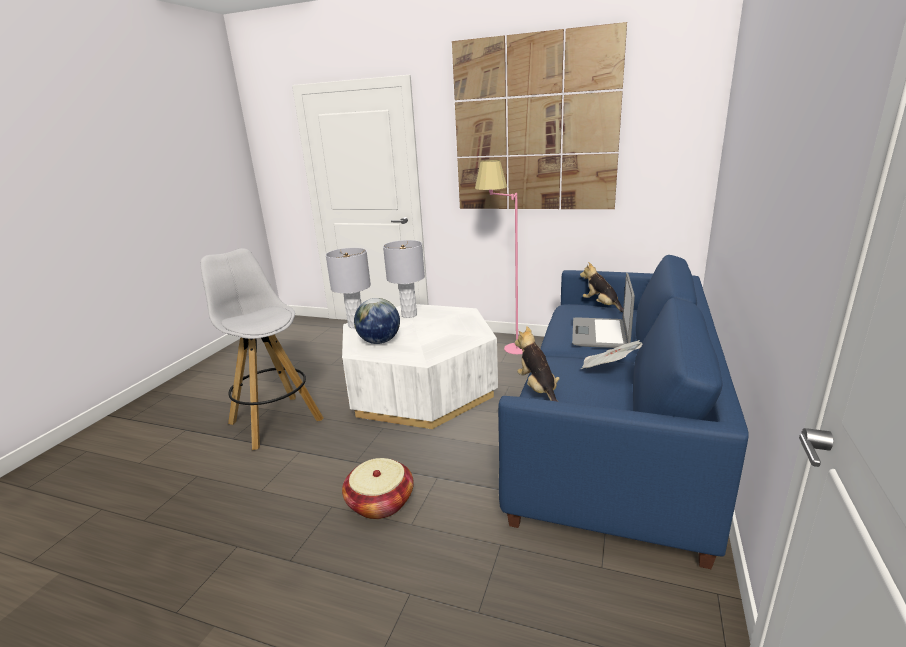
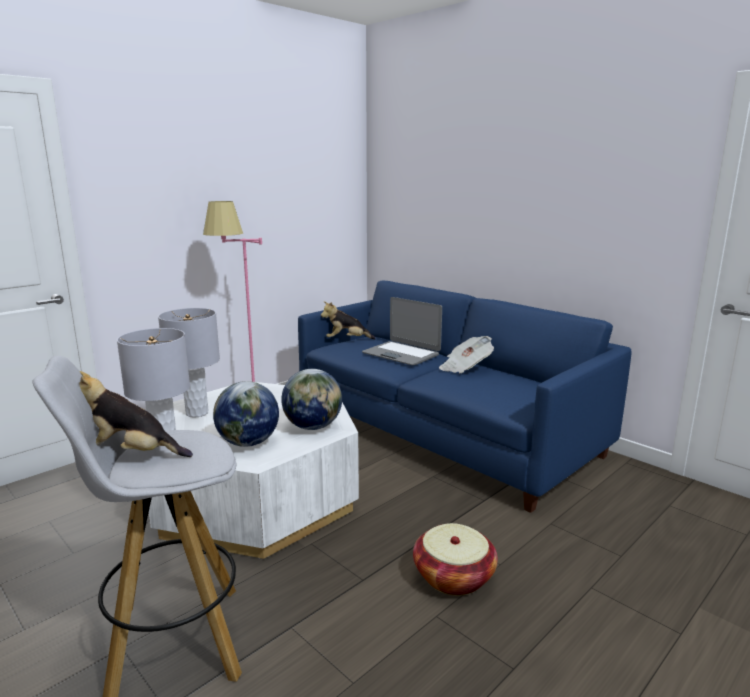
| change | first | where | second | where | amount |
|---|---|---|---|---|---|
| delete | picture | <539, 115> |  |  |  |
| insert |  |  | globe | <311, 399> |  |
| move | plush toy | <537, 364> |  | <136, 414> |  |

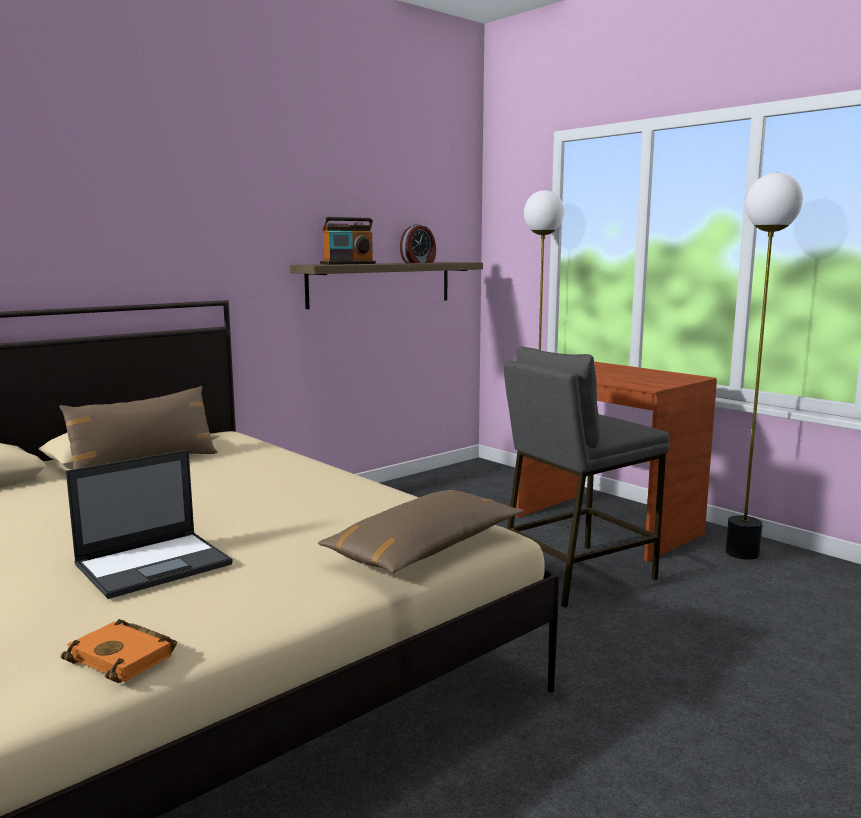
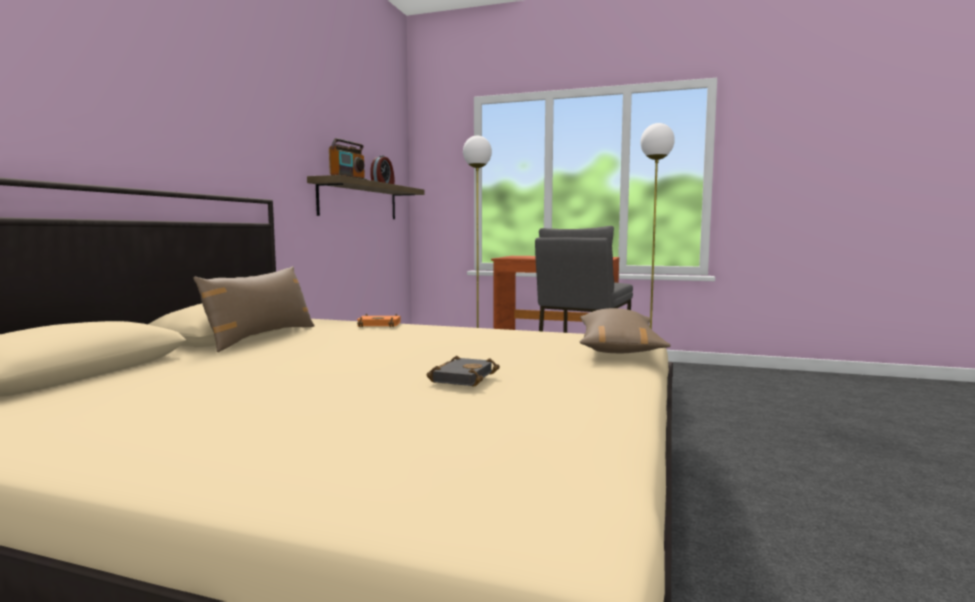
| change | first | where | second | where | amount |
|---|---|---|---|---|---|
| move | orange book | <119, 651> |  | <379, 320> |  |
| replace | laptop | <149, 524> | black book | <463, 371> |  |

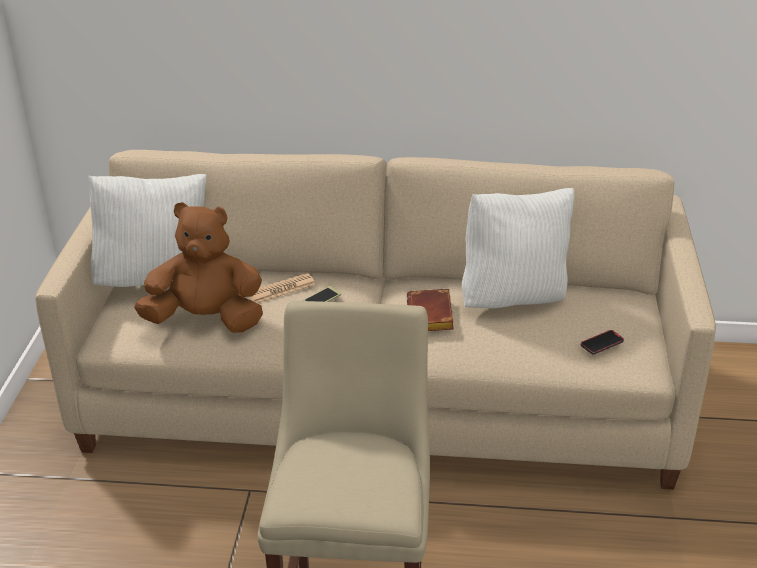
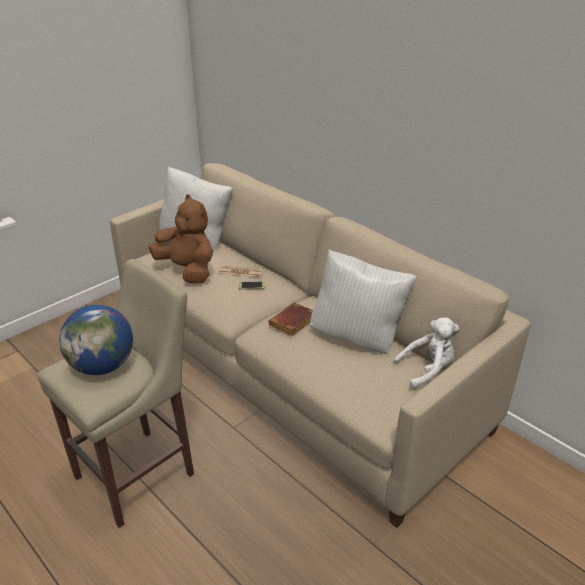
| change | first | where | second | where | amount |
|---|---|---|---|---|---|
| delete | phone | <602, 342> |  |  |  |
| insert |  |  | globe | <96, 340> |  |
| insert |  |  | white plush toy | <426, 353> |  |

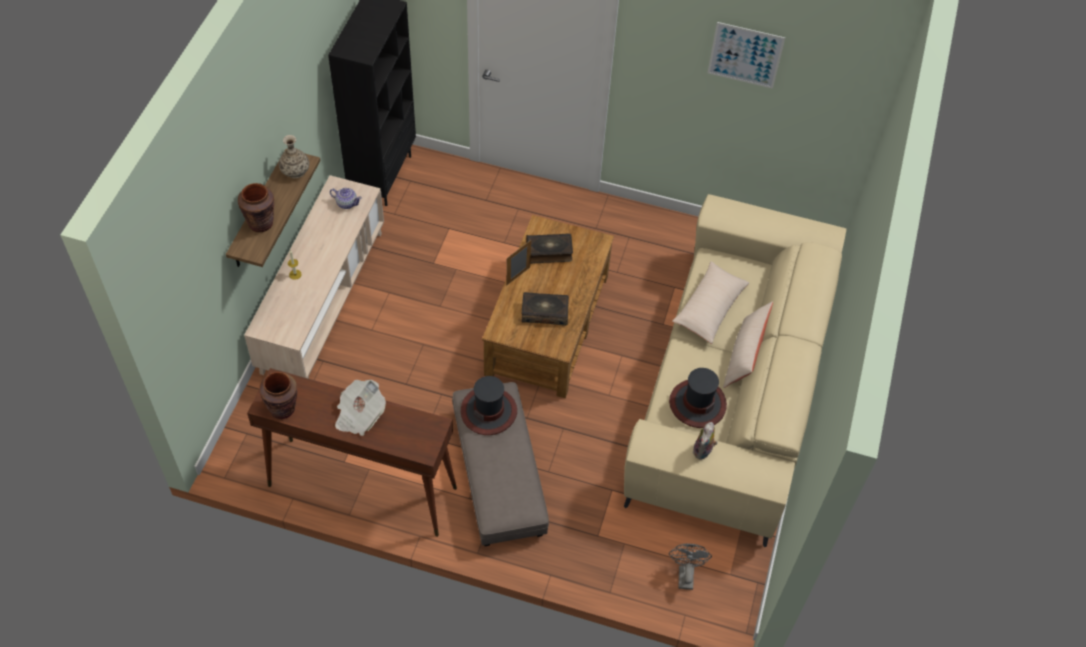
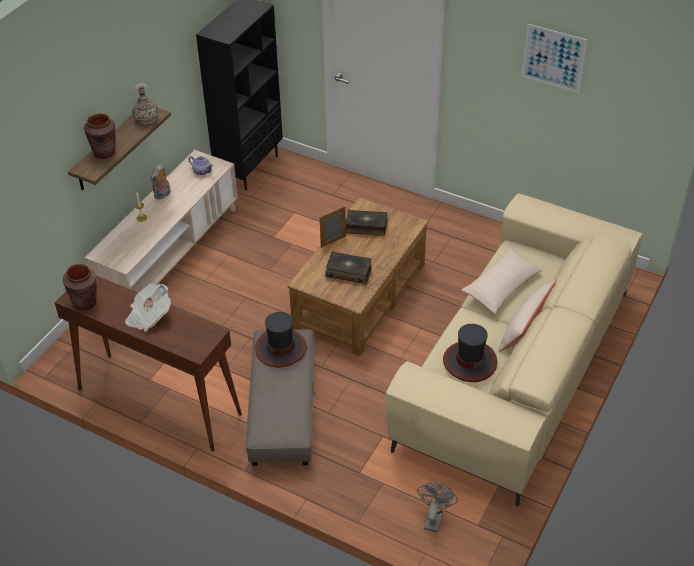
| change | first | where | second | where | amount |
|---|---|---|---|---|---|
| move | plush toy | <705, 441> |  | <160, 182> |  |

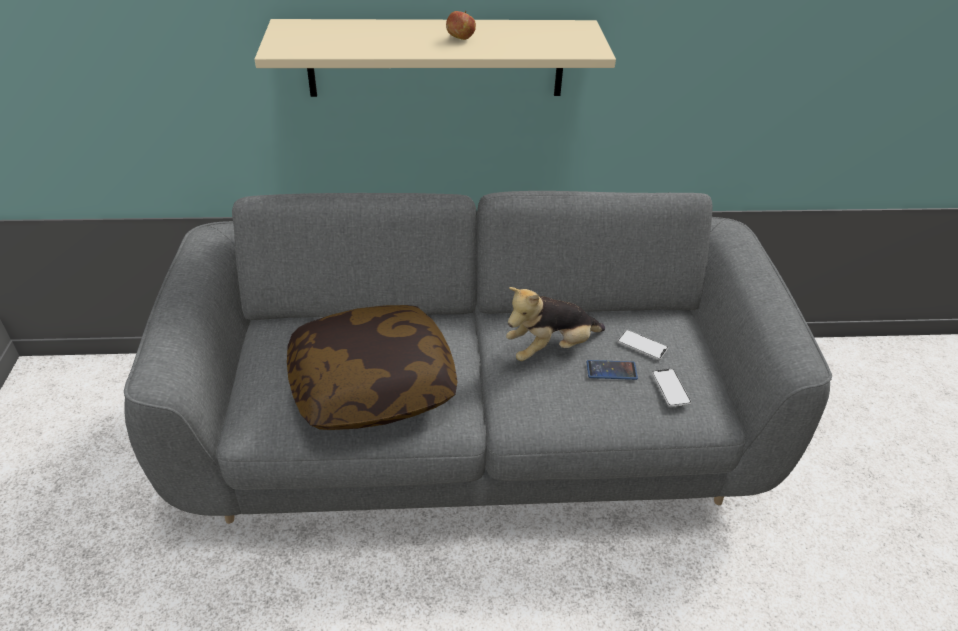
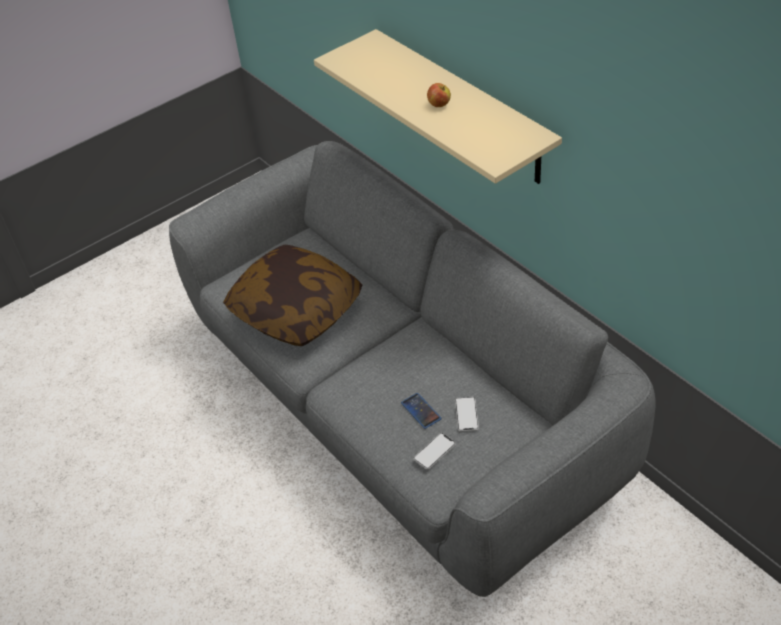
| change | first | where | second | where | amount |
|---|---|---|---|---|---|
| delete | plush toy | <555, 324> |  |  |  |

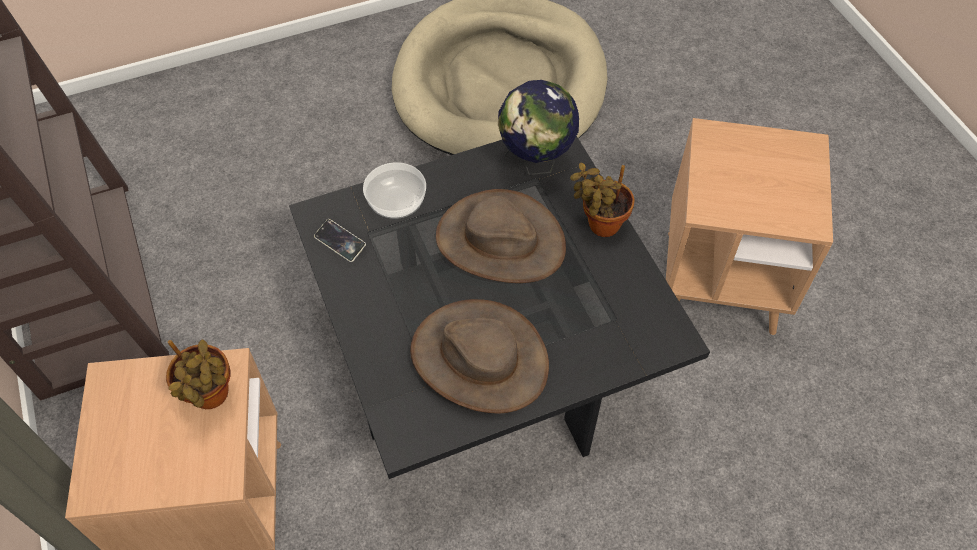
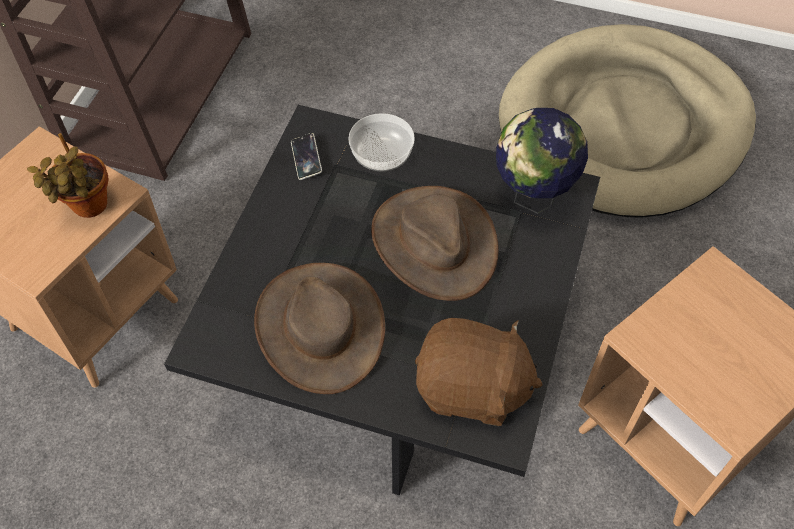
| change | first | where | second | where | amount |
|---|---|---|---|---|---|
| delete | potted plant | <602, 199> |  |  |  |
| insert |  |  | brown plush toy | <479, 372> |  |

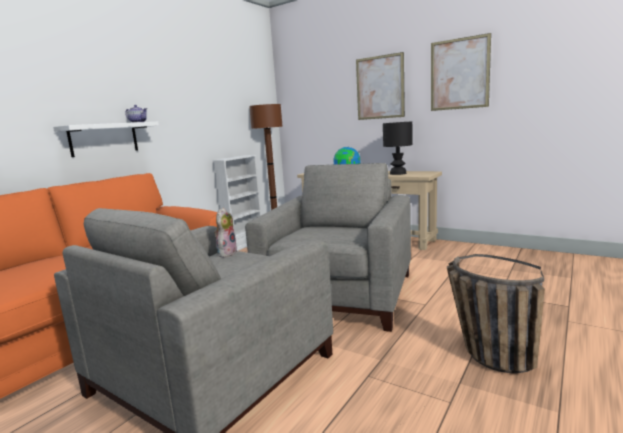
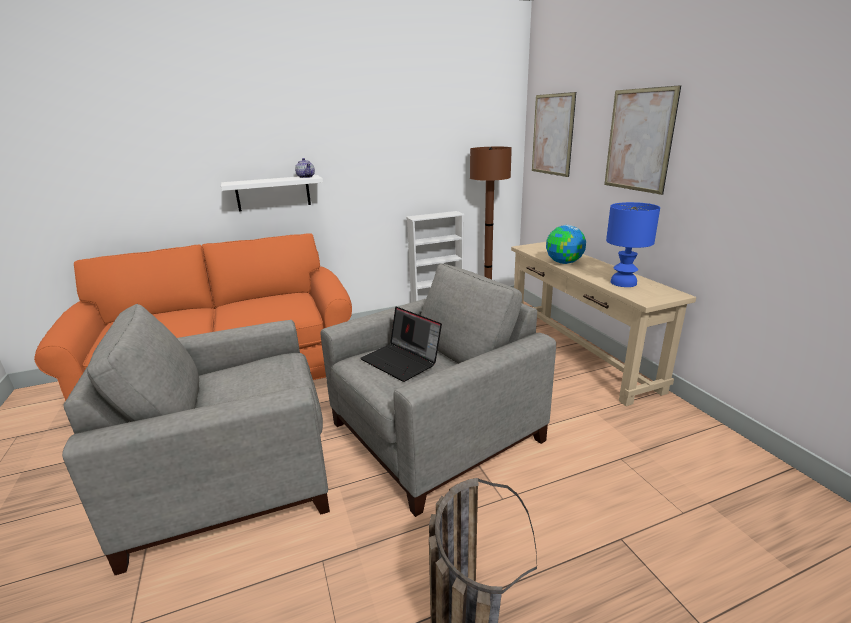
| change | first | where | second | where | amount |
|---|---|---|---|---|---|
| delete | plush toy | <226, 232> |  |  |  |
| insert |  |  | laptop | <401, 344> |  |
| move | picture | <461, 72> |  | <554, 134> |  |
| recolor | black table lamp | <398, 148> | blue table lamp | <633, 244> |  |

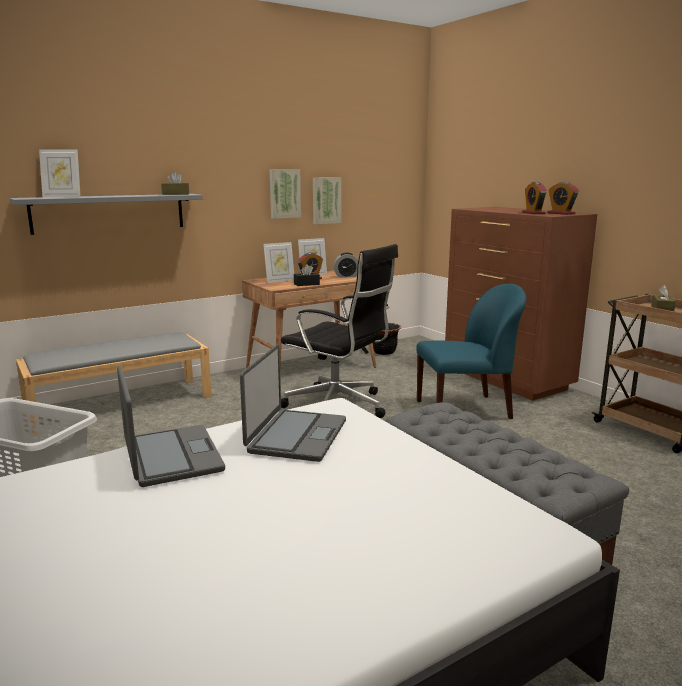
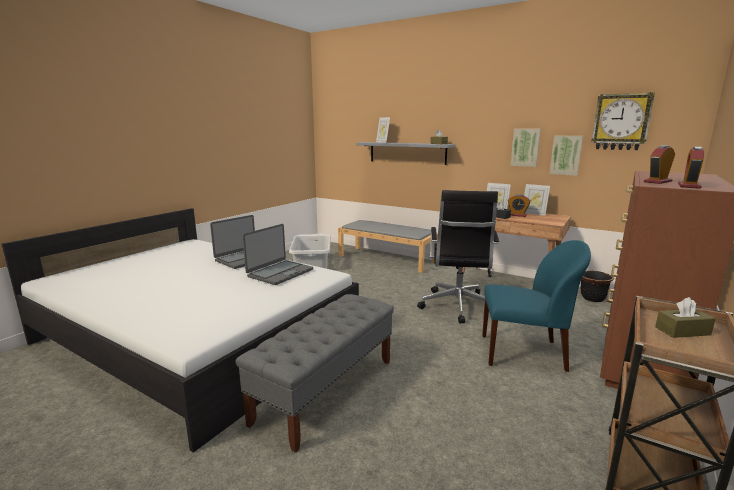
| change | first | where | second | where | amount |
|---|---|---|---|---|---|
| delete | alarm clock | <346, 265> |  |  |  |
| insert |  |  | wall clock | <623, 121> |  |
| rotate | laptop | <293, 403> |  | <278, 254> | 45 degrees counterclockwise |
| rotate | blue chair | <471, 351> |  | <536, 306> | 45 degrees counterclockwise |

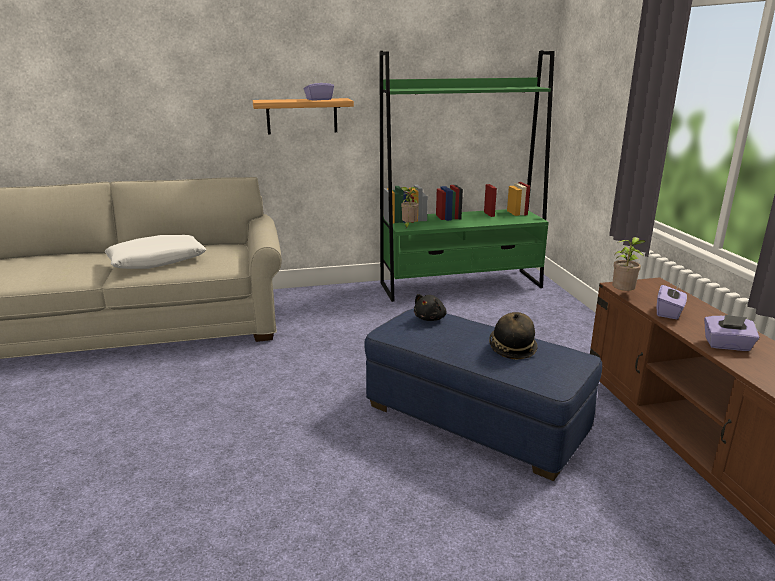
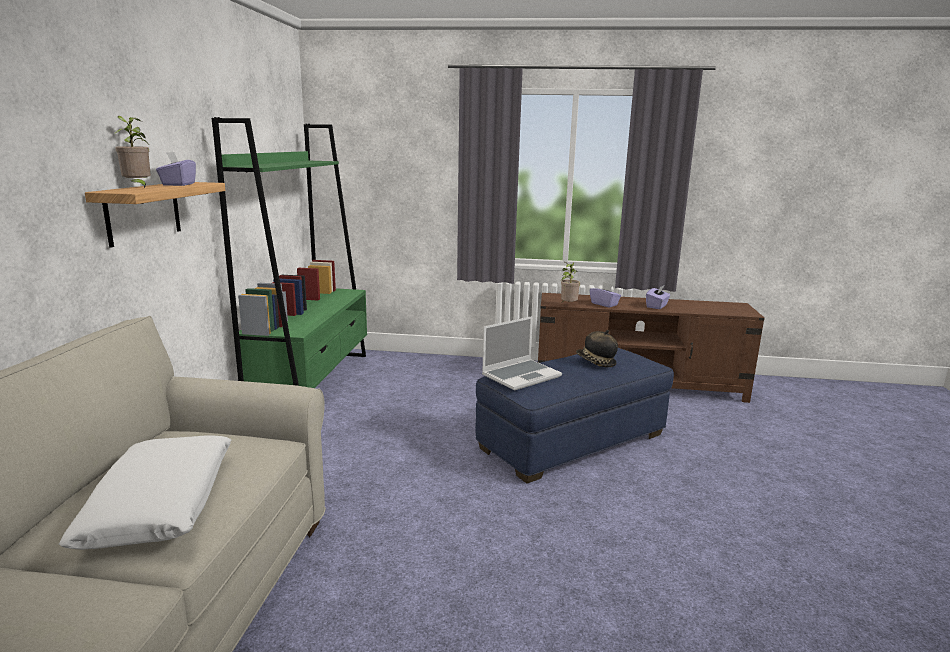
| change | first | where | second | where | amount |
|---|---|---|---|---|---|
| move | potted plant | <410, 207> |  | <133, 152> |  |
| replace | black plush toy | <430, 307> | laptop | <522, 353> |  |

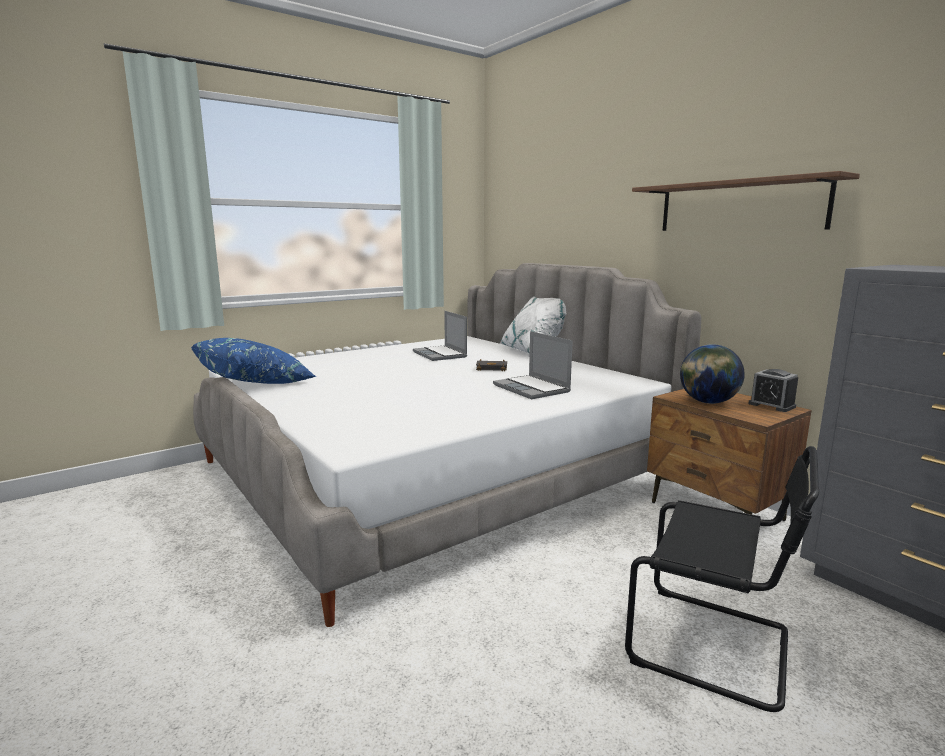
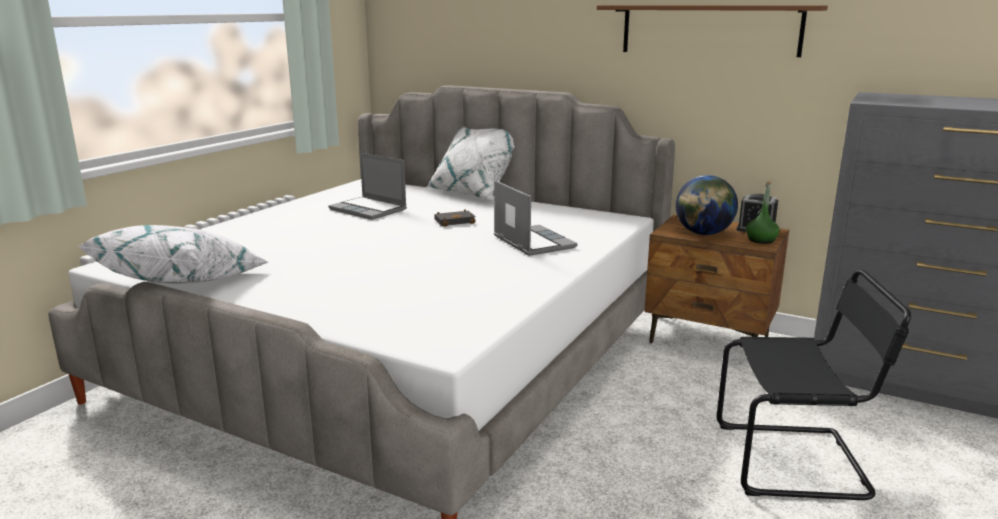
| change | first | where | second | where | amount |
|---|---|---|---|---|---|
| insert |  |  | green bottle | <763, 212> |  |
| recolor | blue pillow | <254, 361> | white pillow | <173, 254> |  |
| rotate | laptop | <533, 365> |  | <535, 218> | 150 degrees counterclockwise |

